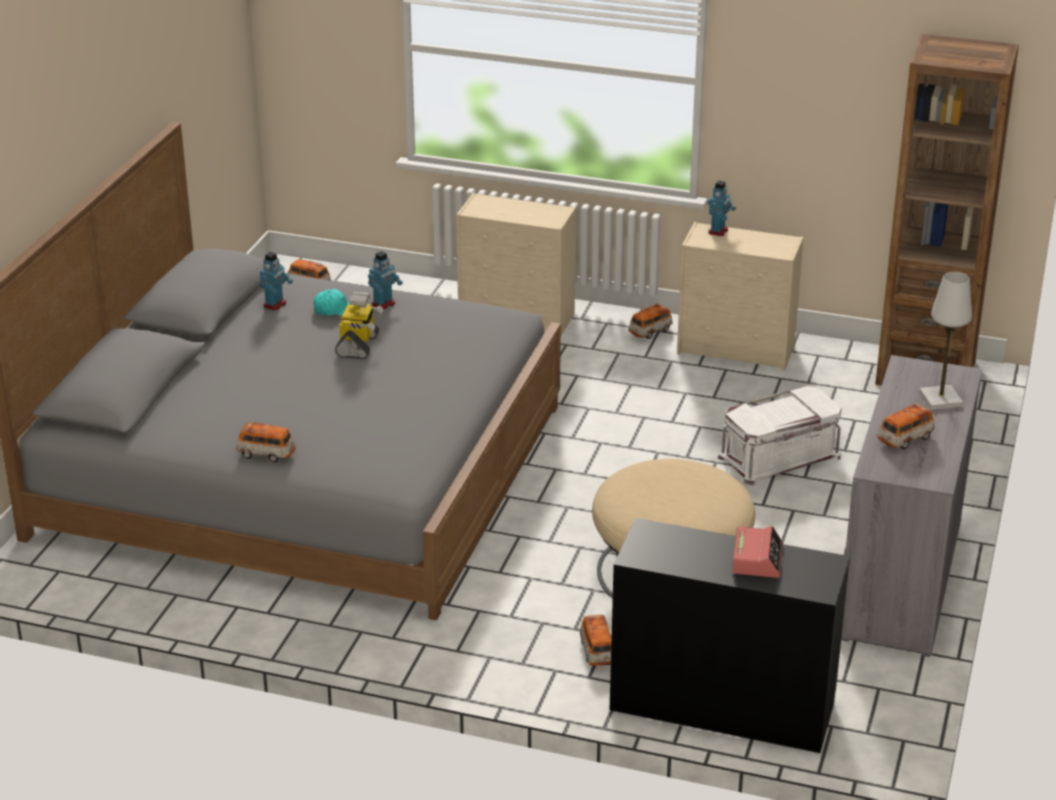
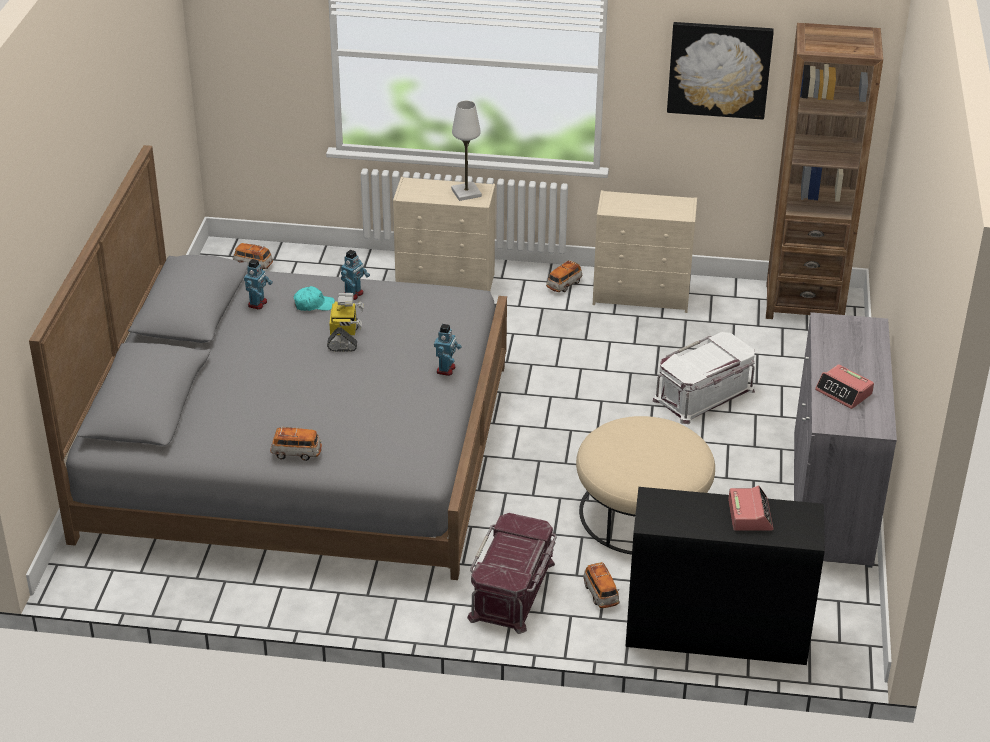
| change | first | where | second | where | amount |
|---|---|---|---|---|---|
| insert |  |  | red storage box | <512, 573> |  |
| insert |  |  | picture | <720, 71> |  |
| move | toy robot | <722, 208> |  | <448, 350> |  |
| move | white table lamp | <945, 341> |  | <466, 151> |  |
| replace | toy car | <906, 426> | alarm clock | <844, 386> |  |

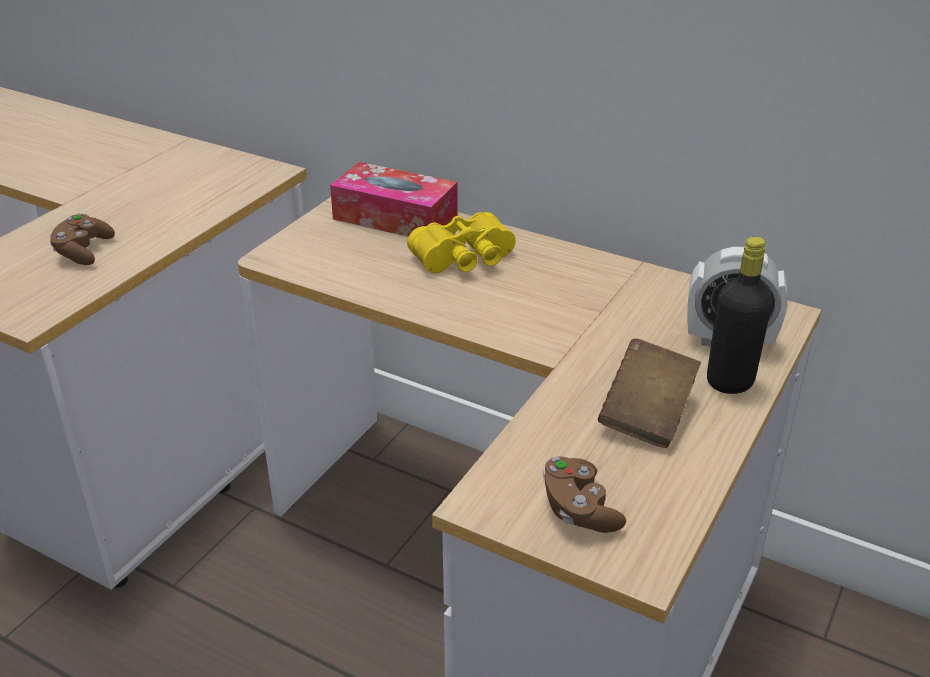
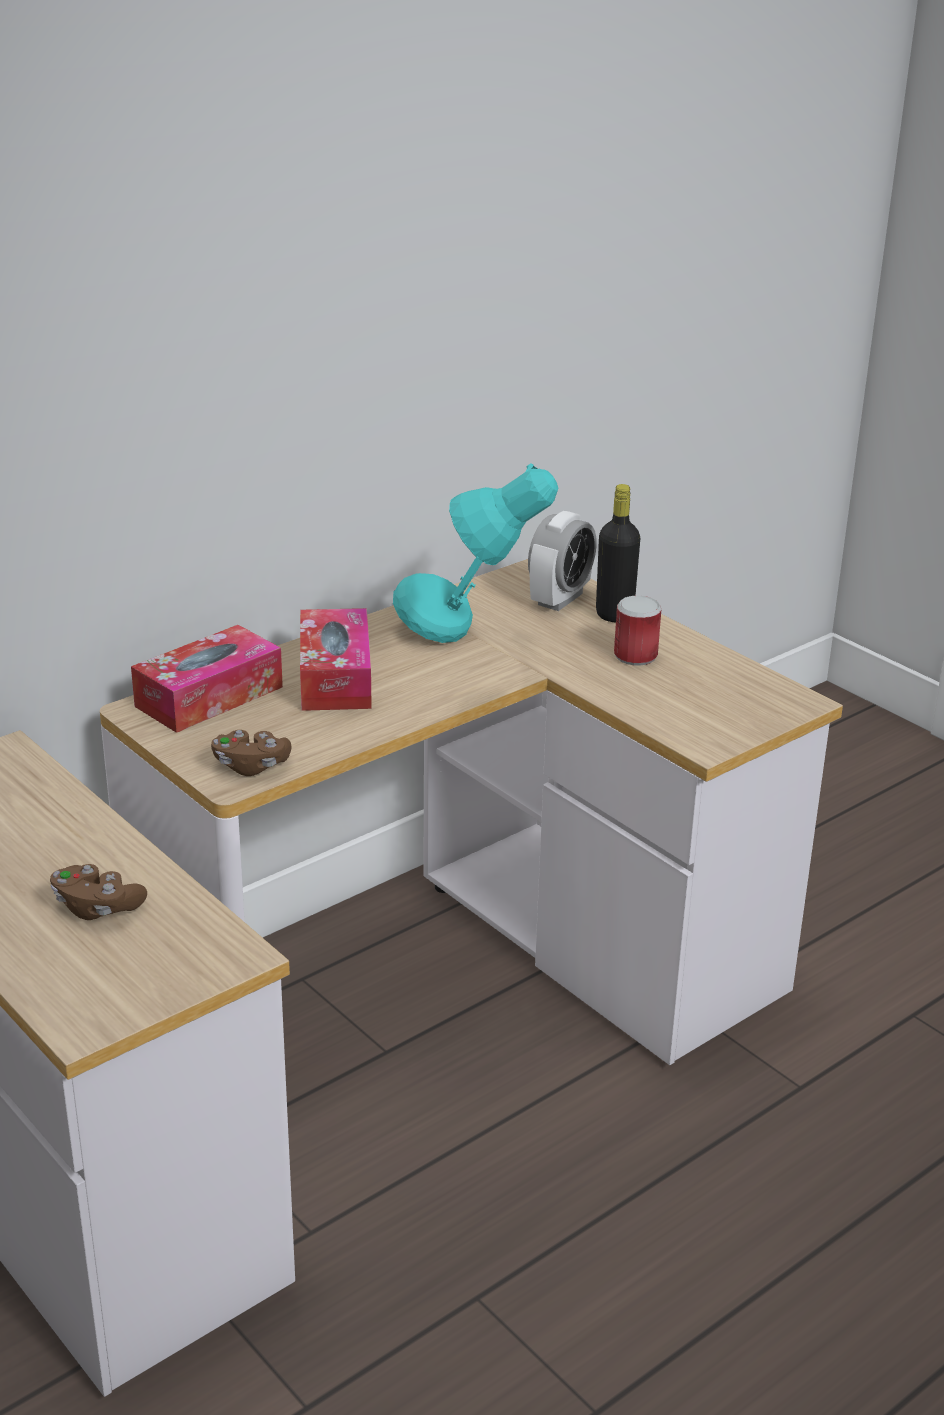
| change | first | where | second | where | amount |
|---|---|---|---|---|---|
| insert |  |  | turquoise table lamp | <475, 553> |  |
| move | brown game controller | <584, 494> |  | <251, 753> |  |
| replace | yellow binoculars | <461, 242> | tissue box | <336, 659> |  |
| replace | brown book | <649, 393> | can | <637, 631> |  |

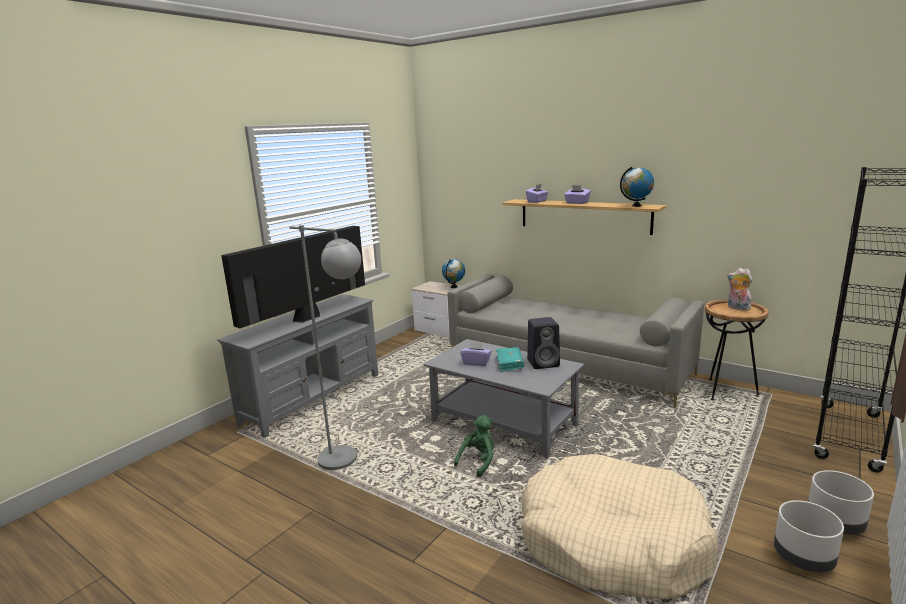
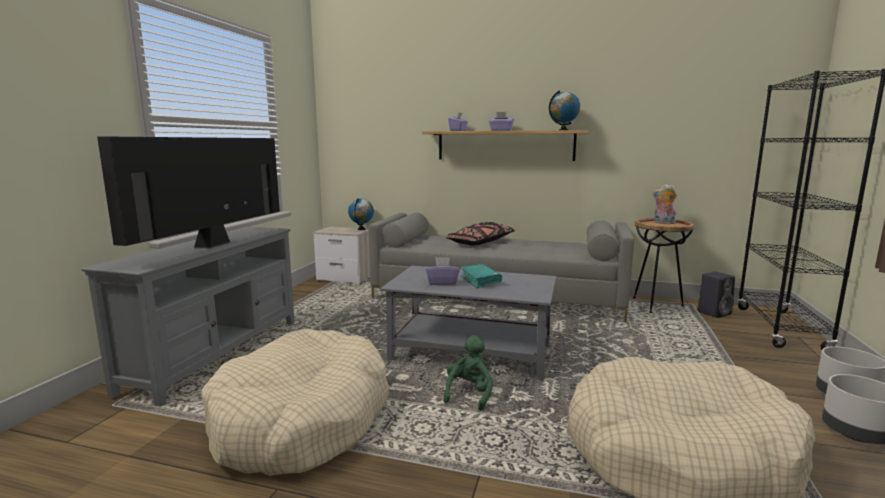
| change | first | where | second | where | amount |
|---|---|---|---|---|---|
| insert |  |  | black pillow | <480, 233> |  |
| move | black speaker | <543, 343> |  | <716, 295> |  |
| replace | grey floor lamp | <325, 347> | beige dog bed | <295, 402> |  |

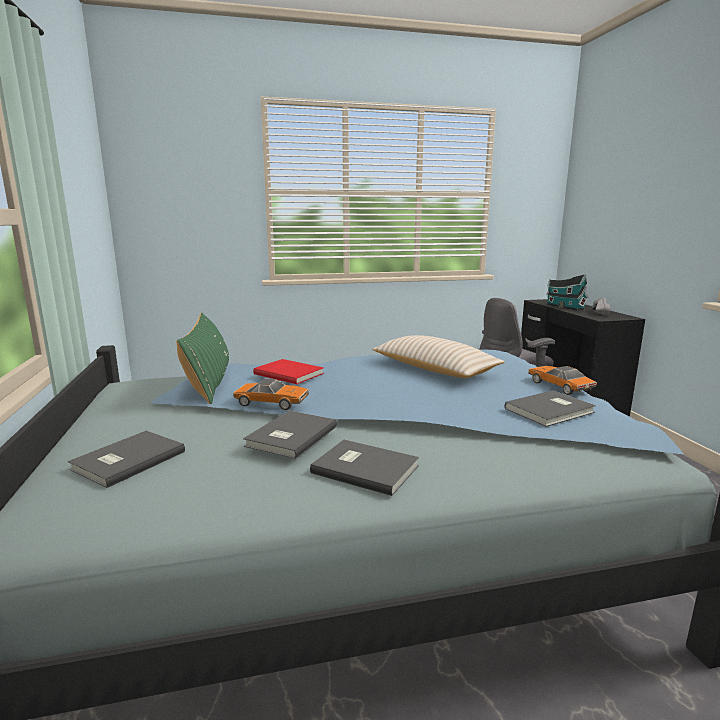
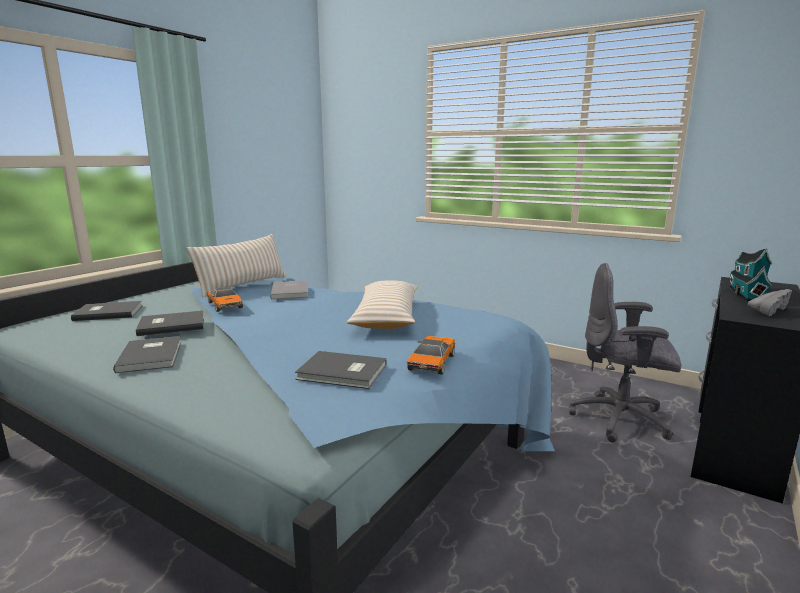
| change | first | where | second | where | amount |
|---|---|---|---|---|---|
| recolor | green pillow | <202, 358> | beige pillow | <236, 265> |  |
| recolor | red book | <288, 371> | grey book | <289, 290> |  |

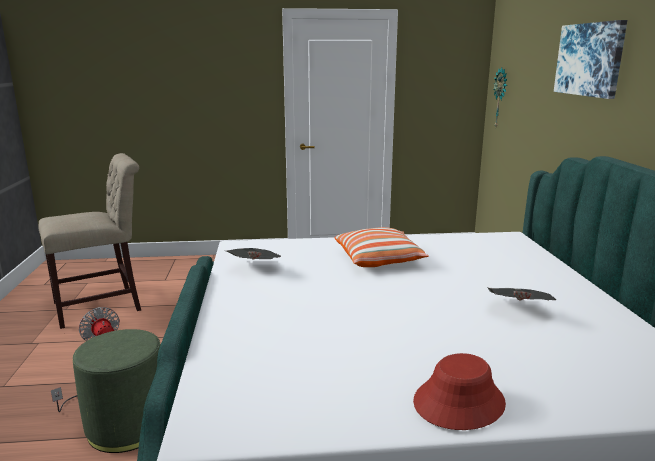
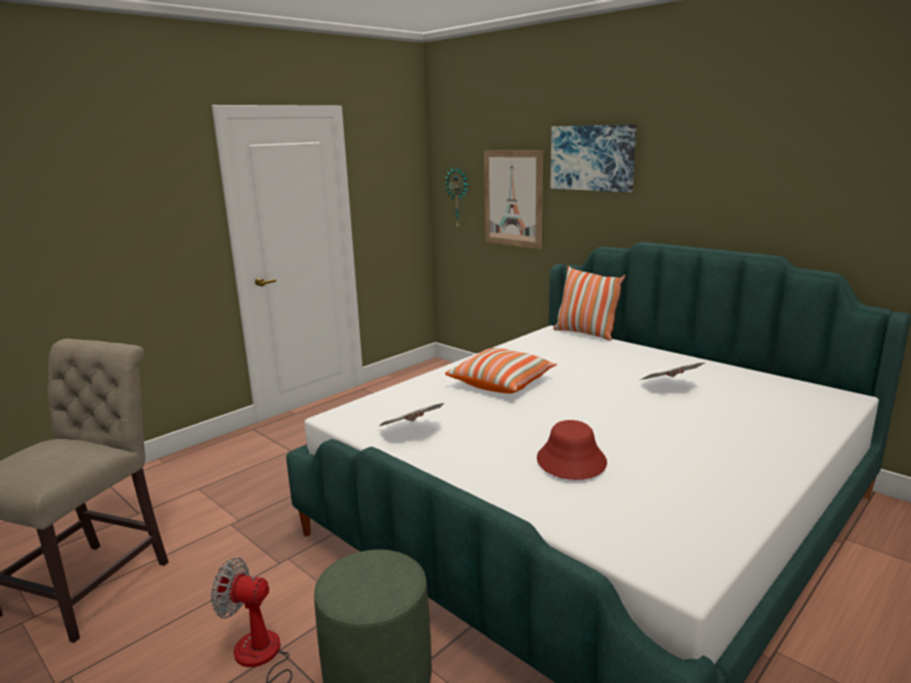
| change | first | where | second | where | amount |
|---|---|---|---|---|---|
| insert |  |  | picture | <513, 200> |  |
| insert |  |  | pillow | <589, 303> |  |
| move | red hat | <459, 391> |  | <572, 450> |  |

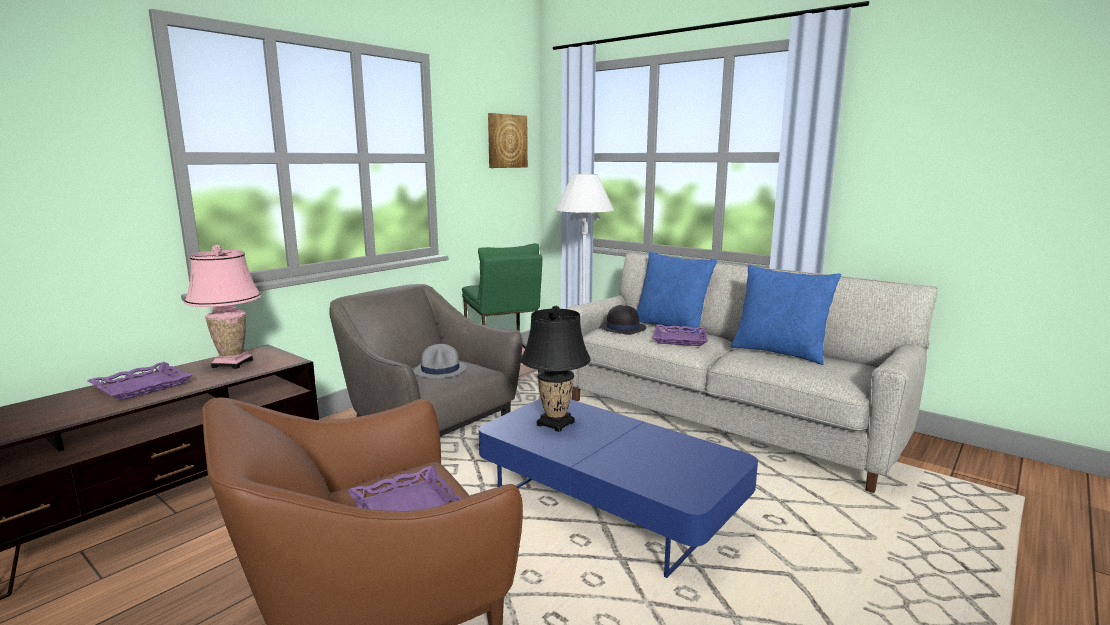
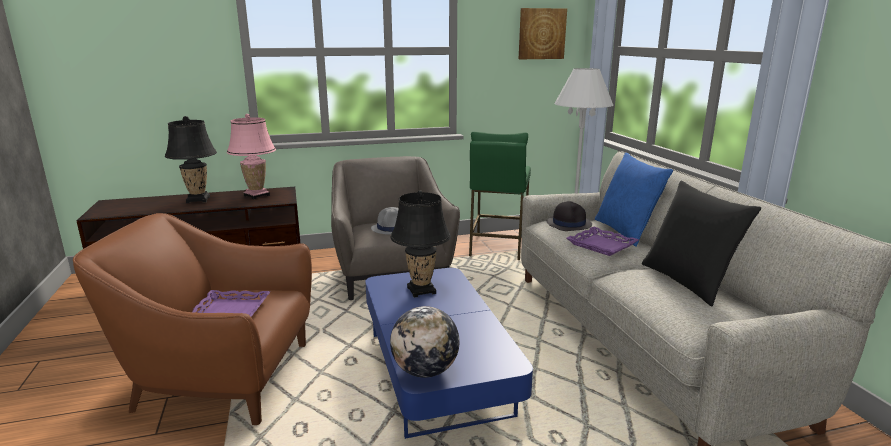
| change | first | where | second | where | amount |
|---|---|---|---|---|---|
| insert |  |  | globe | <425, 342> |  |
| replace | purple tray | <140, 381> | black table lamp | <191, 159> |  |
| recolor | blue pillow | <786, 315> | black pillow | <701, 243> |  |

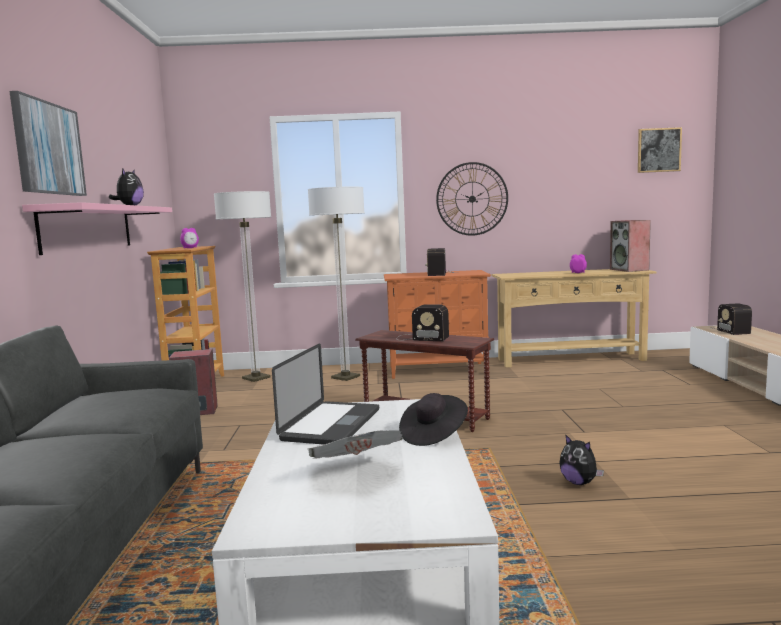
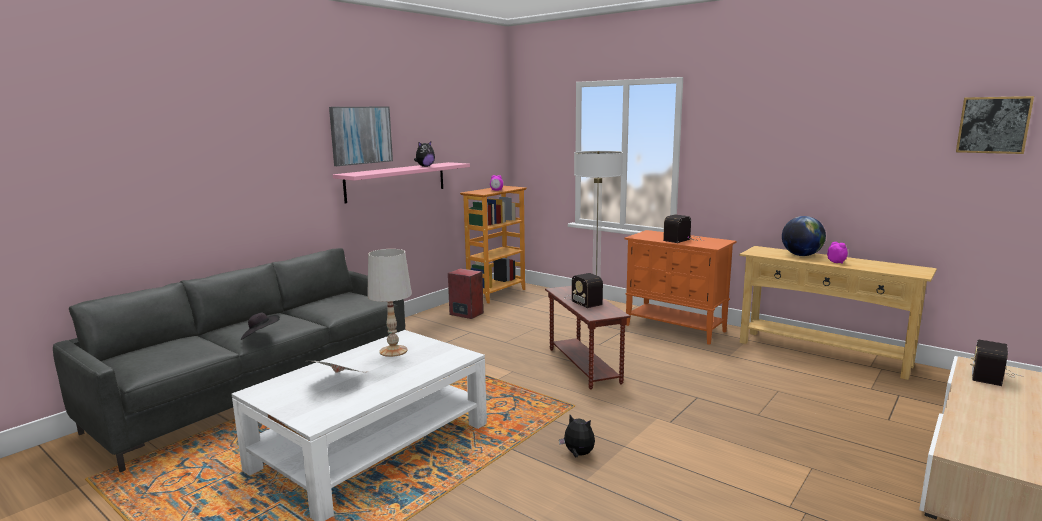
| change | first | where | second | where | amount |
|---|---|---|---|---|---|
| delete | floor lamp | <242, 286> |  |  |  |
| delete | wall clock | <472, 199> |  |  |  |
| delete | speaker | <630, 246> |  |  |  |
| insert |  |  | globe | <804, 236> |  |
| move | black hat | <433, 419> |  | <260, 326> |  |
| replace | laptop | <325, 394> | white table lamp | <389, 303> |  |
| rotate | plush toy | <581, 459> |  | <577, 436> | 120 degrees clockwise |

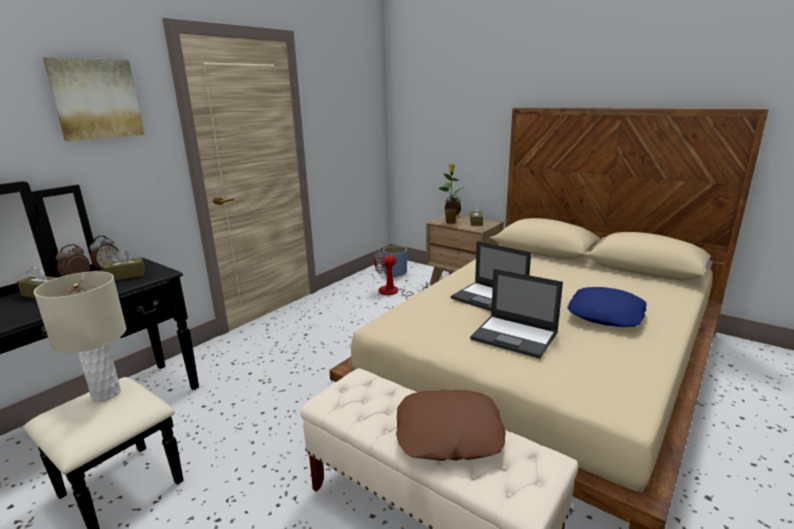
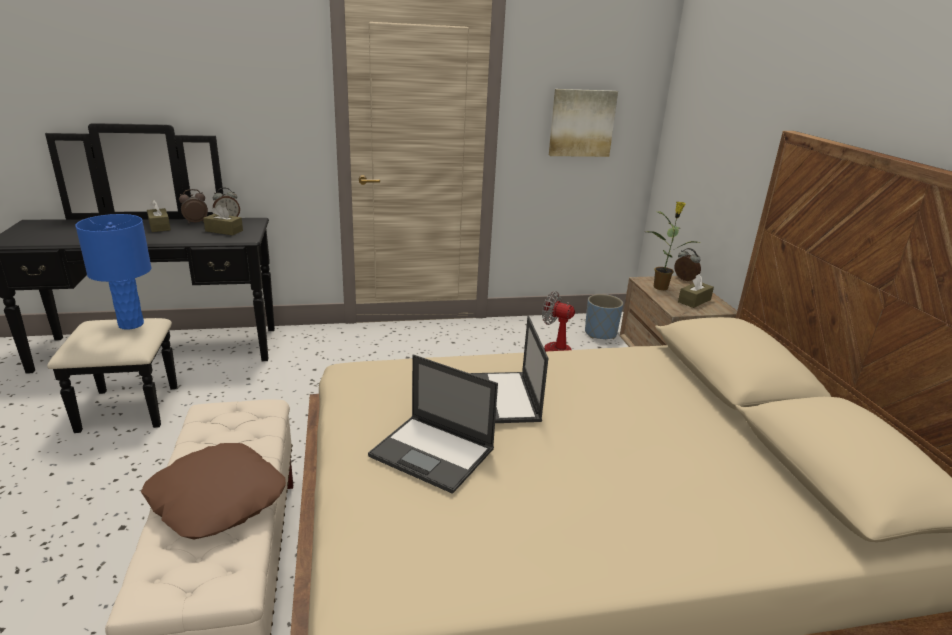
| change | first | where | second | where | amount |
|---|---|---|---|---|---|
| delete | blue pillow | <606, 307> |  |  |  |
| move | picture | <93, 99> |  | <583, 123> |  |
| recolor | beige table lamp | <80, 336> | blue table lamp | <113, 272> |  |
| rotate | laptop | <516, 314> |  | <433, 424> | 45 degrees counterclockwise |

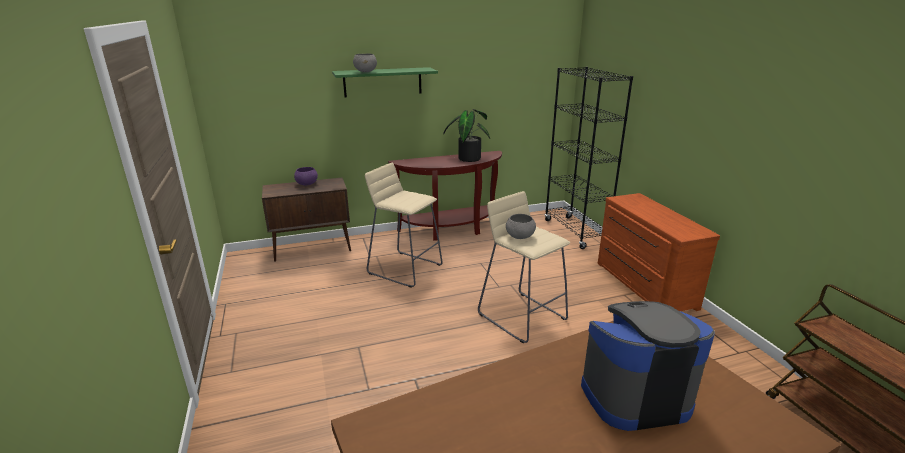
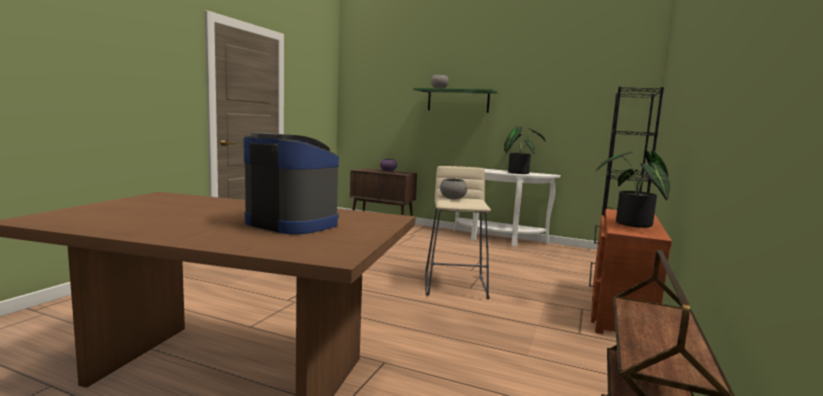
| change | first | where | second | where | amount |
|---|---|---|---|---|---|
| delete | beige stool | <404, 225> |  |  |  |
| insert |  |  | potted plant | <633, 189> |  |
| recolor | brown console table | <445, 196> | white console table | <507, 208> |  |

